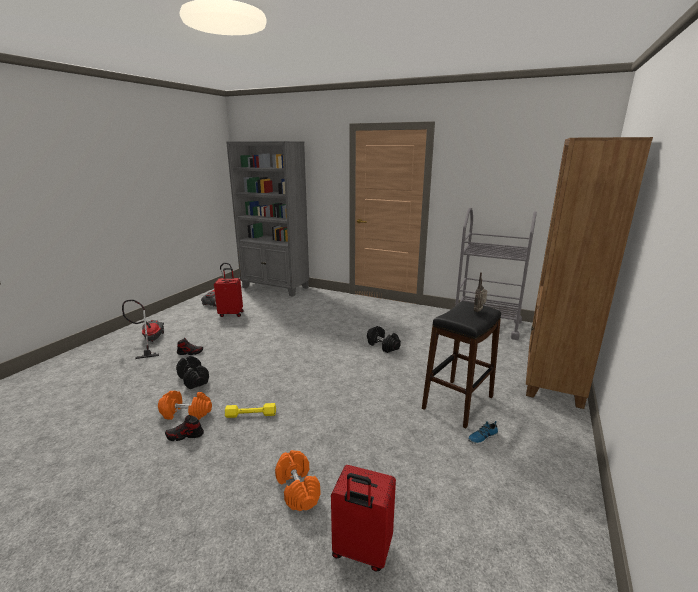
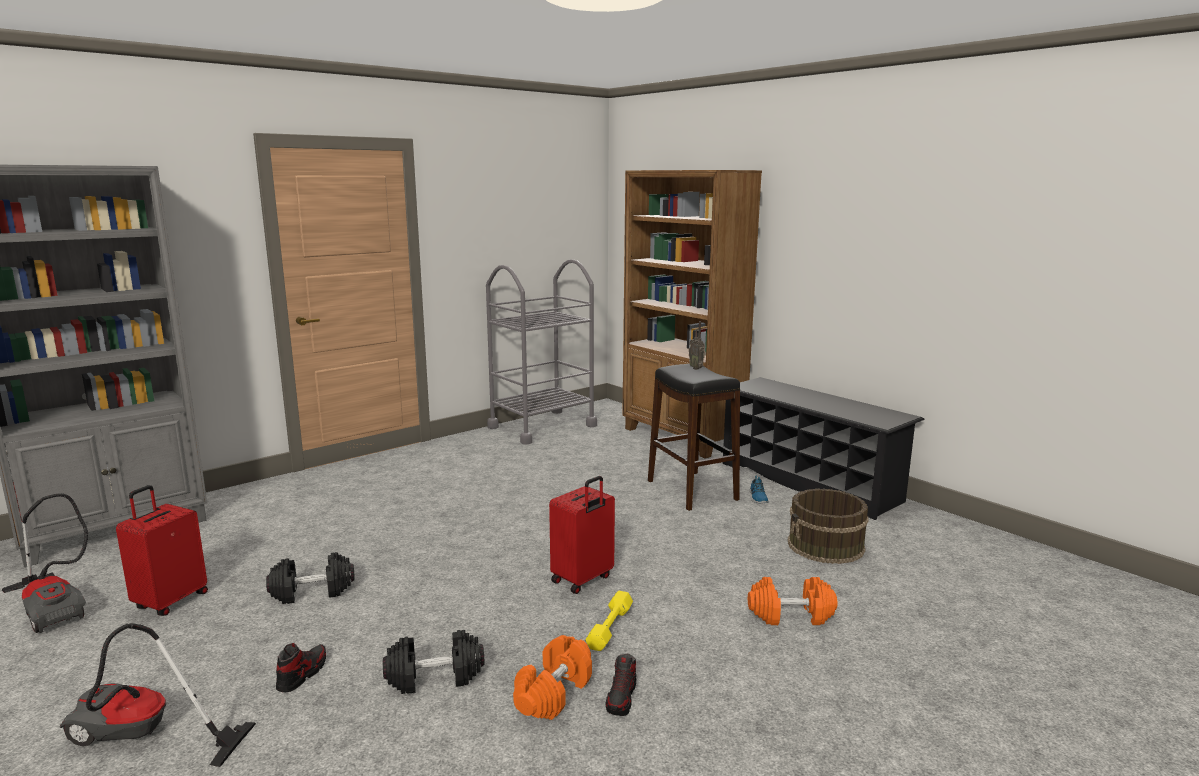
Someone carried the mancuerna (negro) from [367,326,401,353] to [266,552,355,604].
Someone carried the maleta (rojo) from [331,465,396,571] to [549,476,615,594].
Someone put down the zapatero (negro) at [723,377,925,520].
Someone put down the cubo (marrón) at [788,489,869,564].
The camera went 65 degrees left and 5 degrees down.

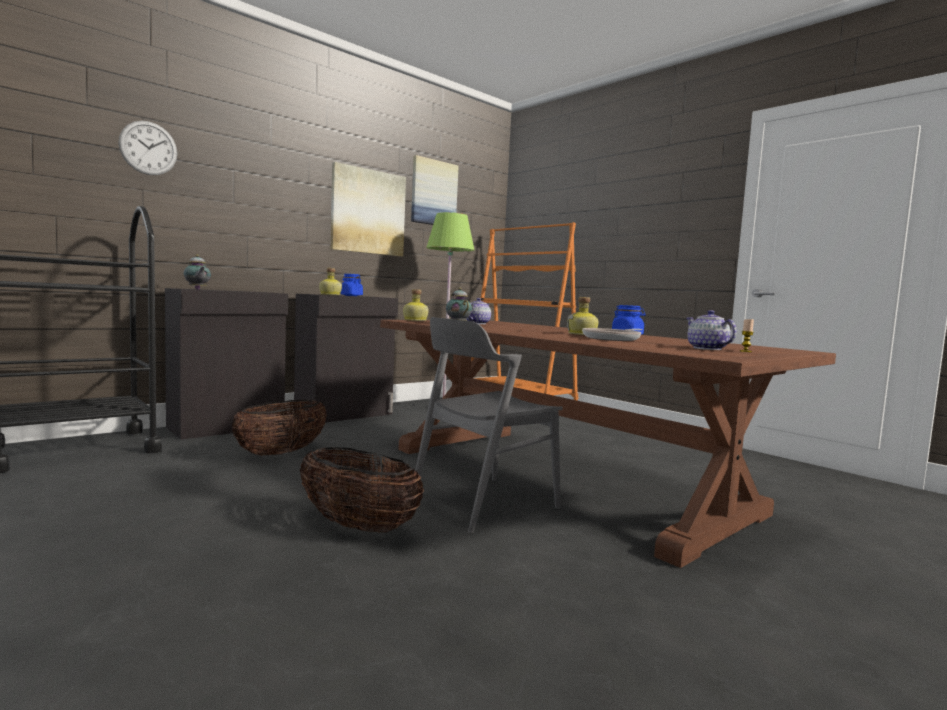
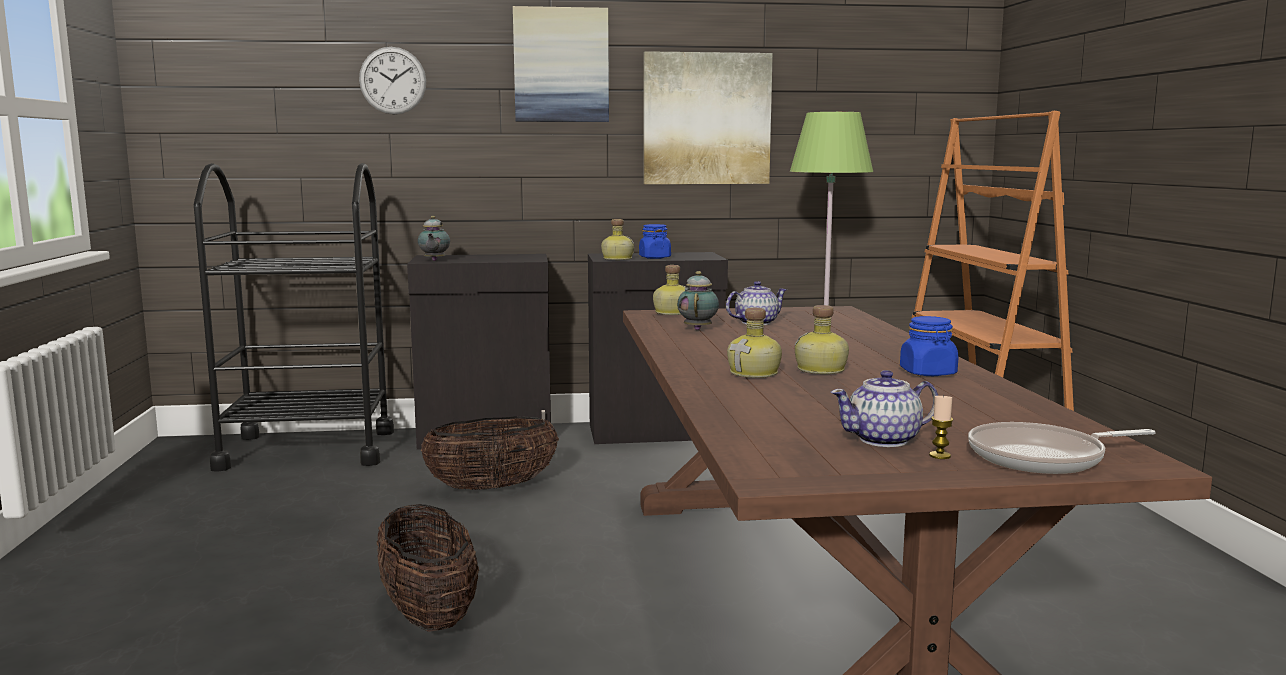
Someone carried the cuadro from [411,155,459,225] to [513,6,609,122].
Someone put down the botella at [727,308,782,378].
Someone rotated the tetera at [686,310,737,350] by 120 degrees counterclockwise.
Someone carried the sartén from [582,328,643,341] to [968,422,1156,474].
Someone took away the silla (gris) at [415,317,563,533].
The camera went 35 degrees right and 5 degrees up.

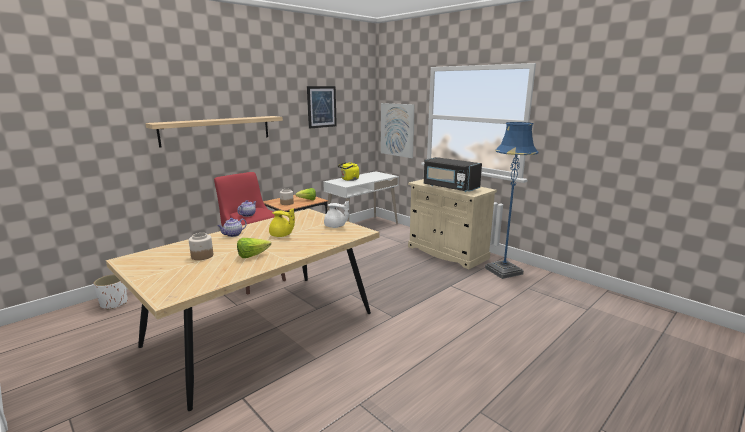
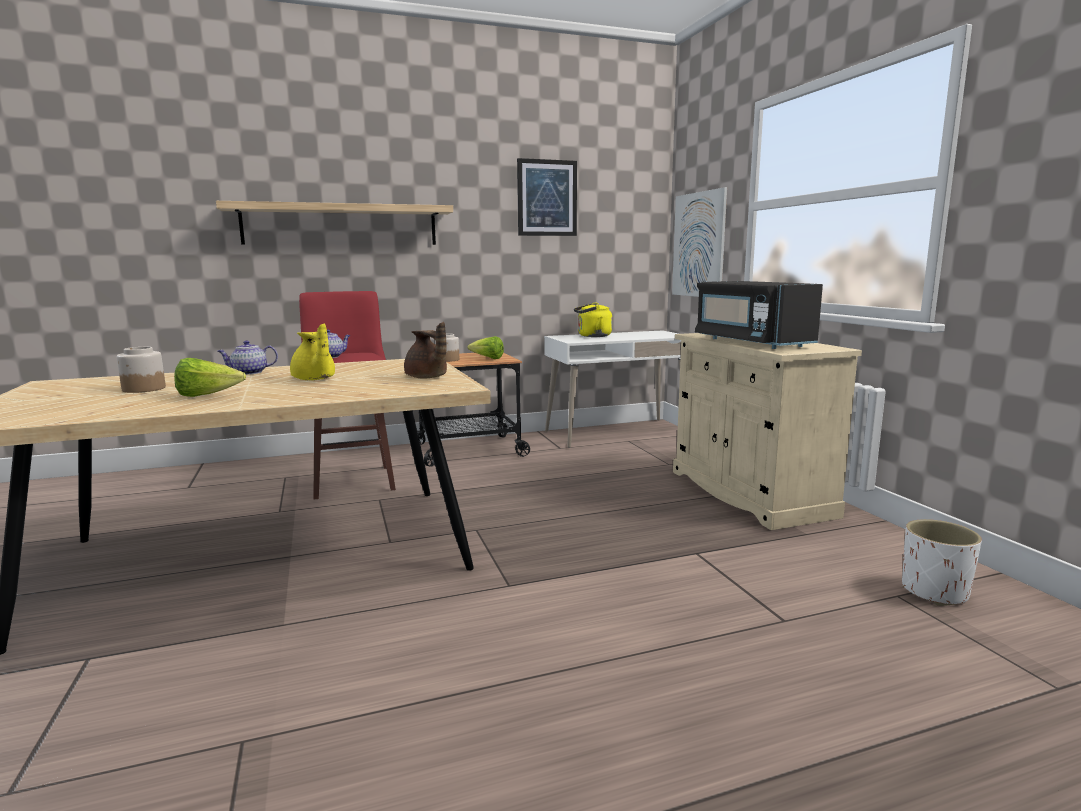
Someone repainted the tetera (blanco) at [324,201,349,228], which became the tetera (marrón) at [404,322,447,378].
Someone carried the maceta (blanco) from [94,274,128,310] to [902,519,982,606].
Someone took away the lámpara de pie (azul) at [485,122,539,279].
The camera went 25 degrees right and 5 degrees down.

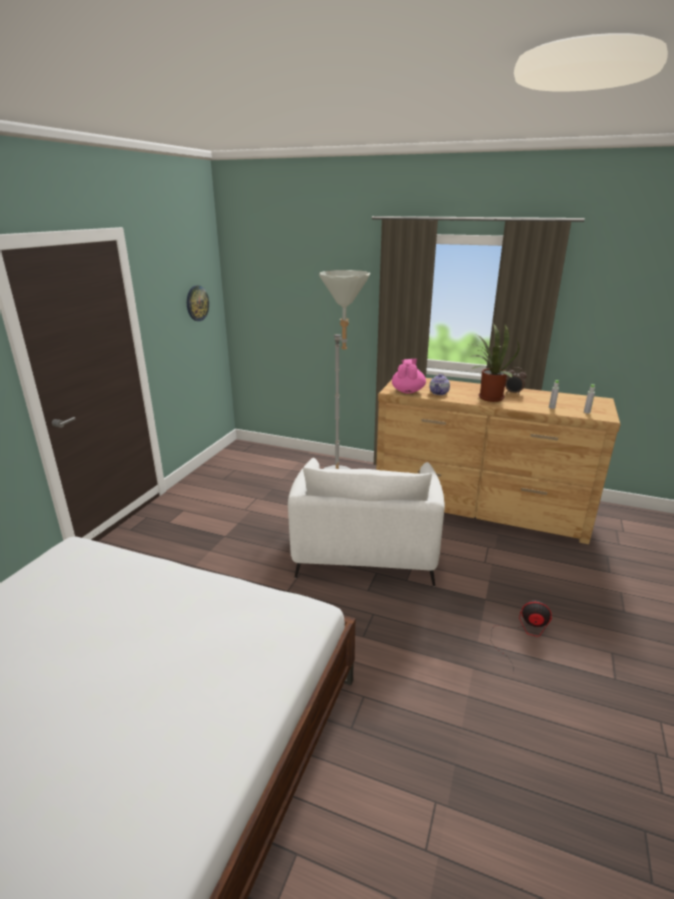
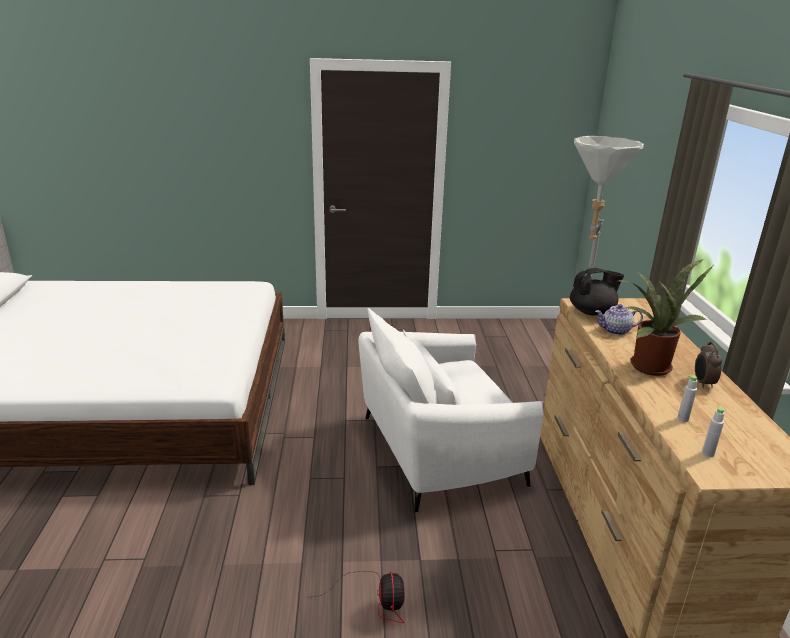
Someone repainted the tetera (rosa) at [392,359,426,393], which became the tetera (negro) at [570,268,624,316].
Someone took away the reloj de pared at [187,285,209,321].
The camera went 65 degrees right and 0 degrees up.

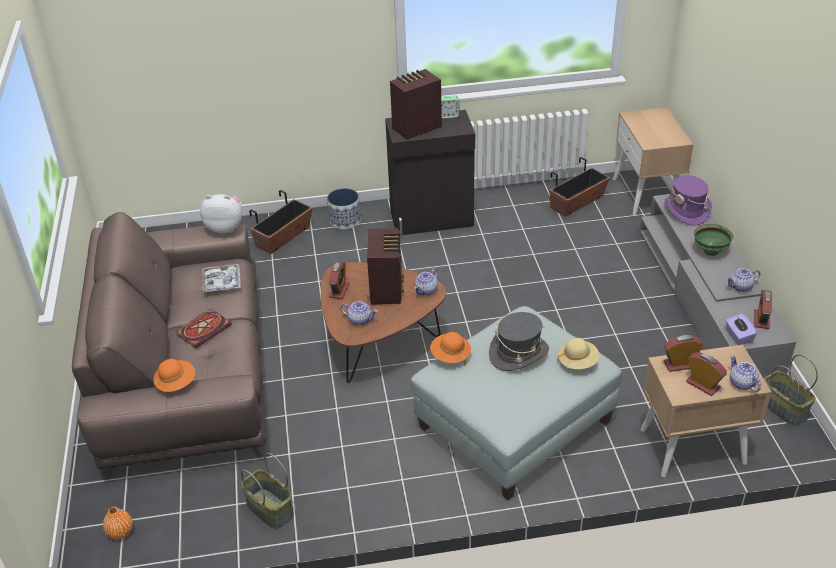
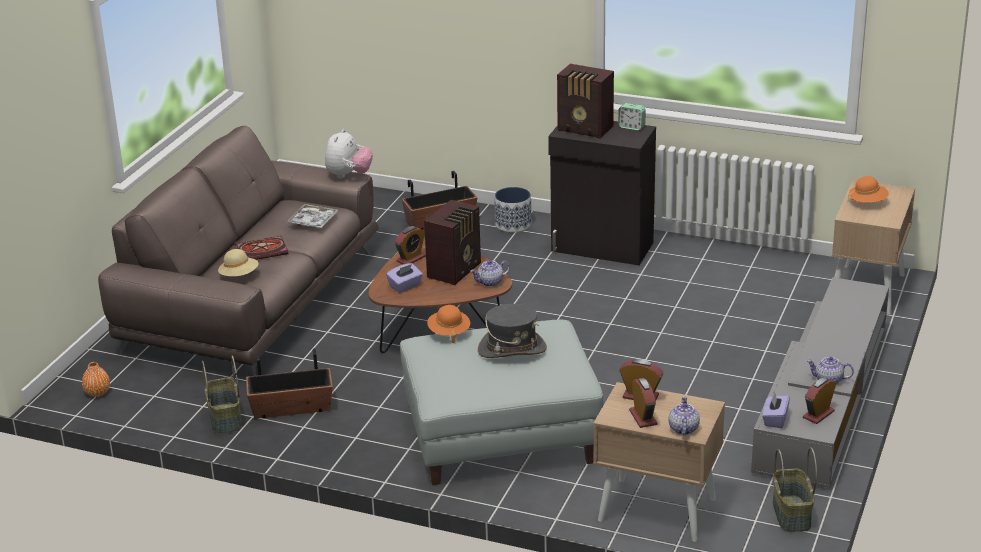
Someone carried the sombrero (beis) from [557,338,599,369] to [218,249,258,276].
Someone carried the maceta from [549,157,610,217] to [246,349,333,419].
Someone rotated the peluche at [200,194,242,233] by 75 degrees clockwise.
Someone swapped the tetera at [340,301,378,326] for the caja de pañuelos (morado) at [386,263,423,293].
Someone rotated the radio at [390,69,442,140] by 150 degrees counterclockwise.
Someone carried the sombrero (naranja) from [153,359,195,392] to [848,176,889,203].
Someone took away the sombrero (morado) at [665,175,712,226].
Someone took away the cuenco (verde) at [694,224,733,256].
The camera went 30 degrees right and 10 degrees down.

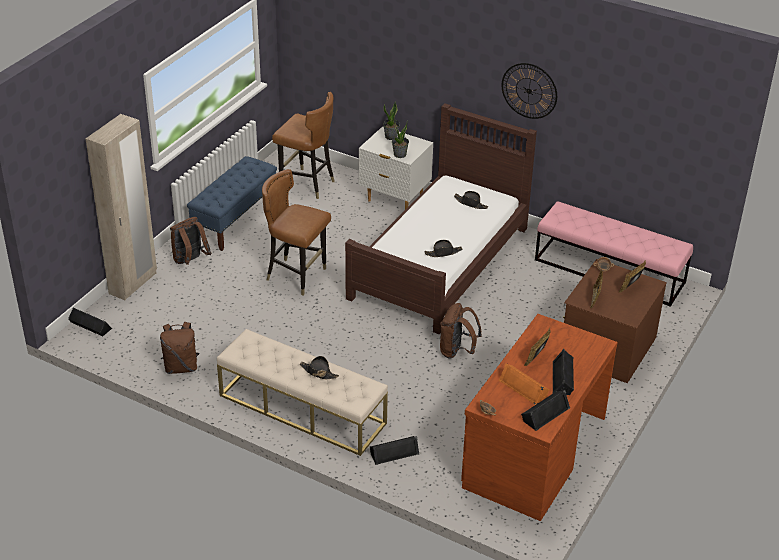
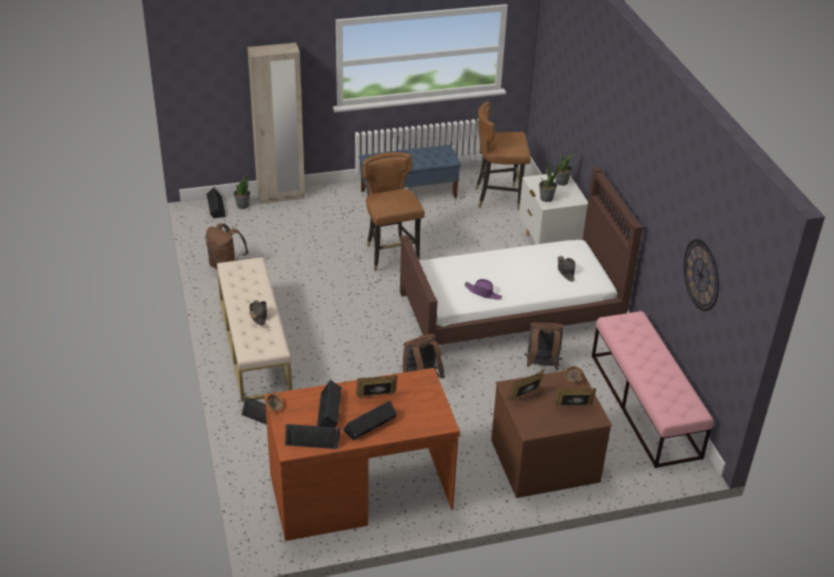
Someone put down the planta en maceta at [233,174,250,209].
Someone repainted the altavoz (naranja) at [499,363,550,405], which became the altavoz (negro) at [317,379,342,427].
Someone repainted the sombrero (negro) at [425,240,462,257], which became the sombrero (morado) at [465,279,502,299].
Someone rotated the silla (marrón) at [272,92,335,199] by 105 degrees clockwise.
Someone carried the mochila (marrón) from [170,217,211,265] to [524,323,564,370].
Someone carried the reloj de pared from [502,63,557,119] to [684,239,719,311].
The camera went 45 degrees right and 0 degrees up.

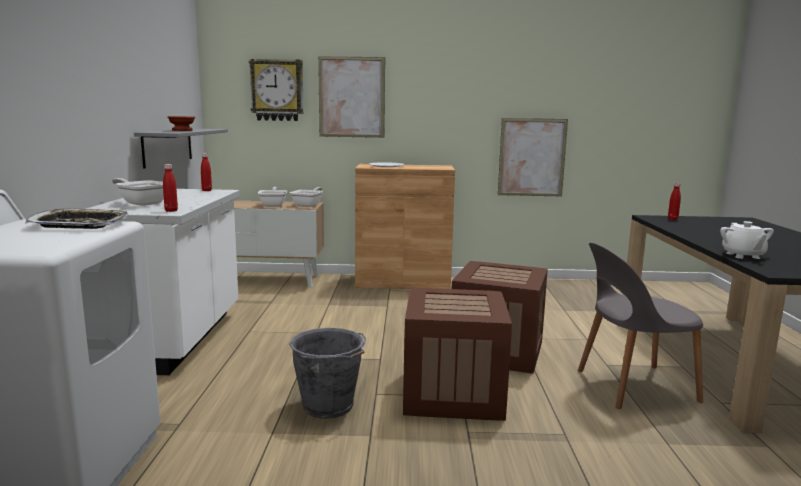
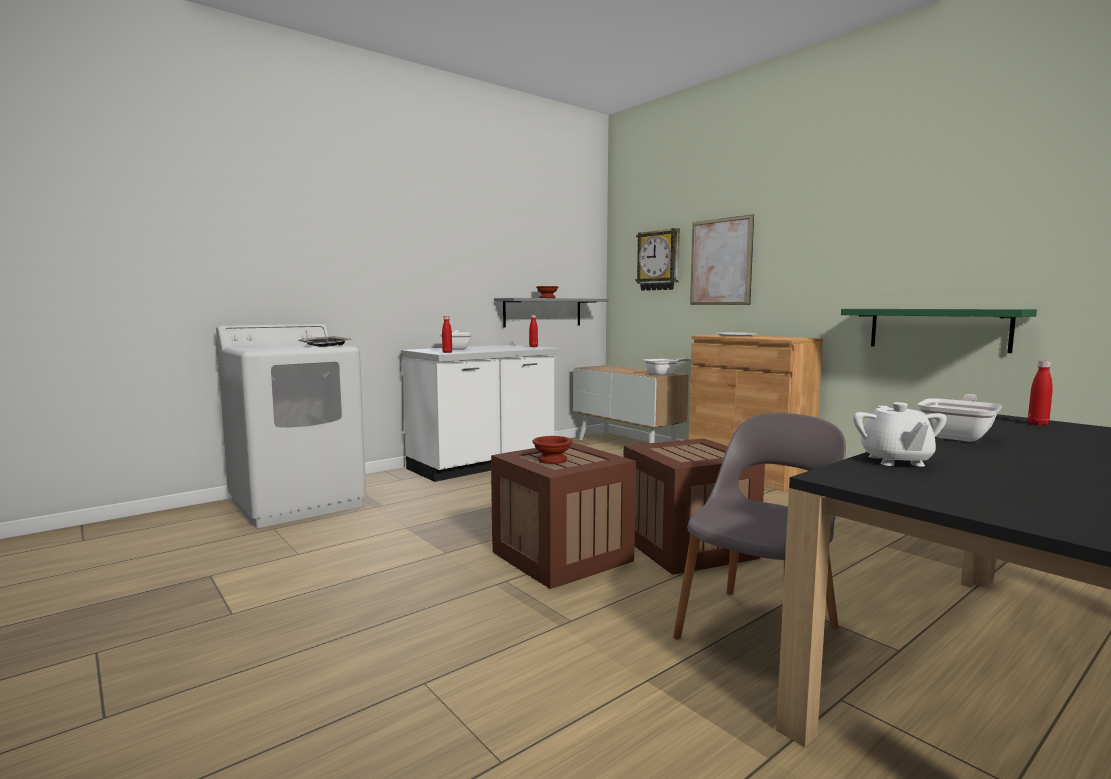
Someone put down the cuenco (marrón) at [532,436,572,464].
Someone rotated the silla (gris) at [578,243,703,409] by 90 degrees clockwise.
Someone swapped the cuadro at [498,118,568,196] for the estante (verde) at [841,309,1037,353].
Someone rotated the tetera (blanco) at [720,221,774,259] by 45 degrees counterclockwise.
Someone carried the sartén from [258,187,287,207] to [918,394,1002,442].
Someone took away the cubo (gris) at [289,328,366,419].
The camera went 50 degrees right and 5 degrees down.

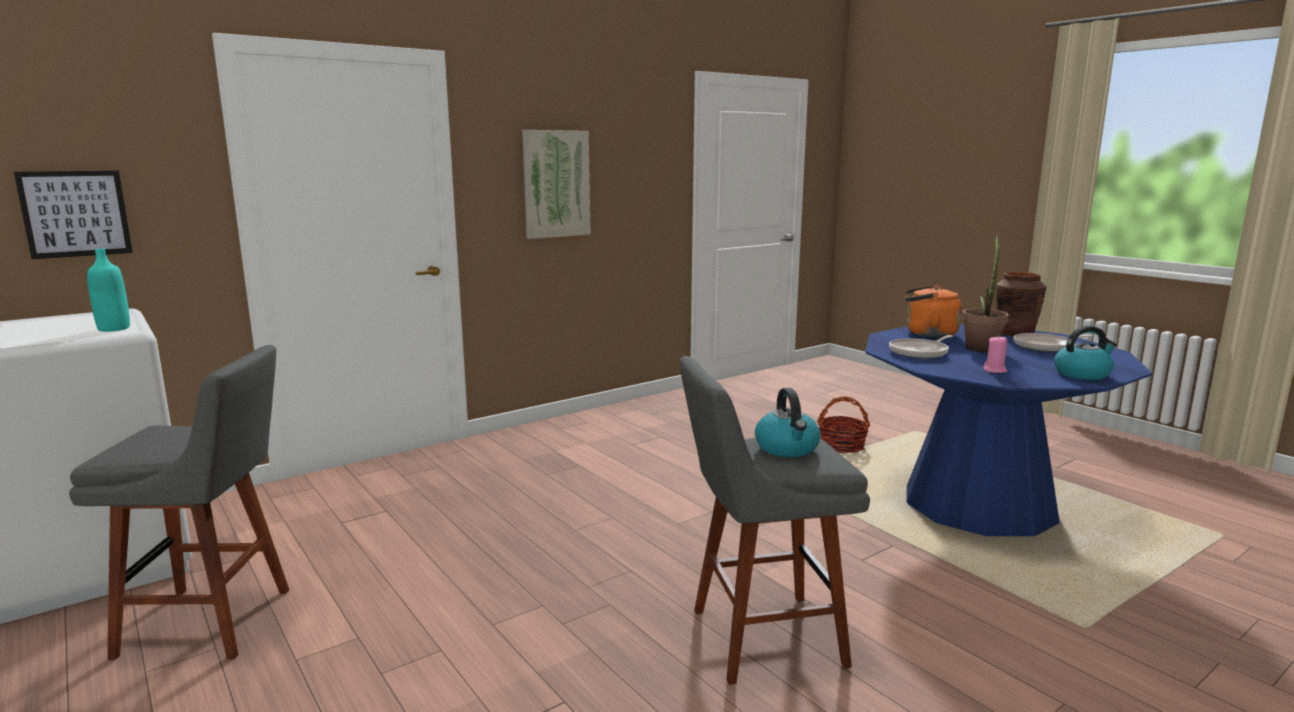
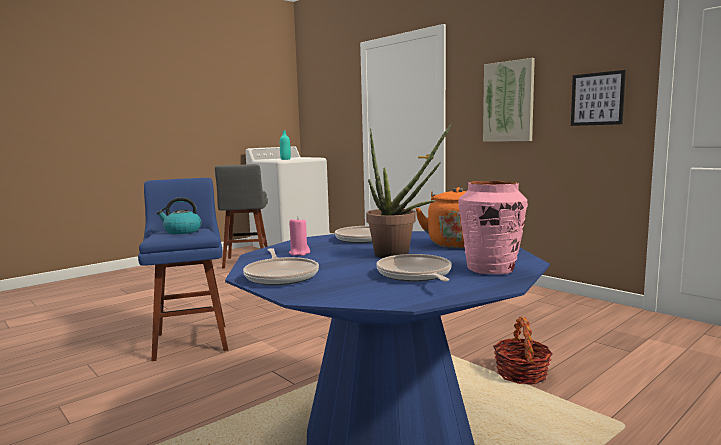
Someone repainted the taburete (gris) at [679,356,870,685], which became the taburete (azul) at [138,178,228,361].
Someone swapped the hervidor at [1054,326,1117,380] for the sartén at [243,248,319,285].
Someone repainted the florero (marrón) at [996,272,1047,336], which became the florero (rosa) at [458,181,528,274].
Someone carried the cuadro from [14,171,133,259] to [571,70,626,126].
The camera went 85 degrees right and 5 degrees down.

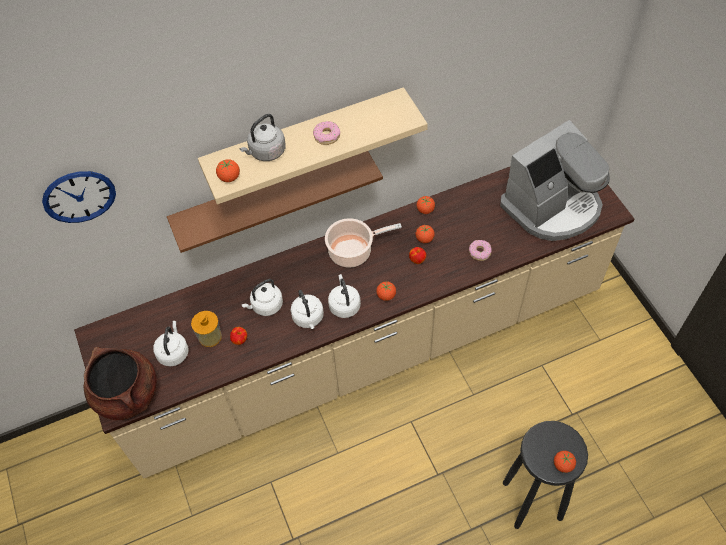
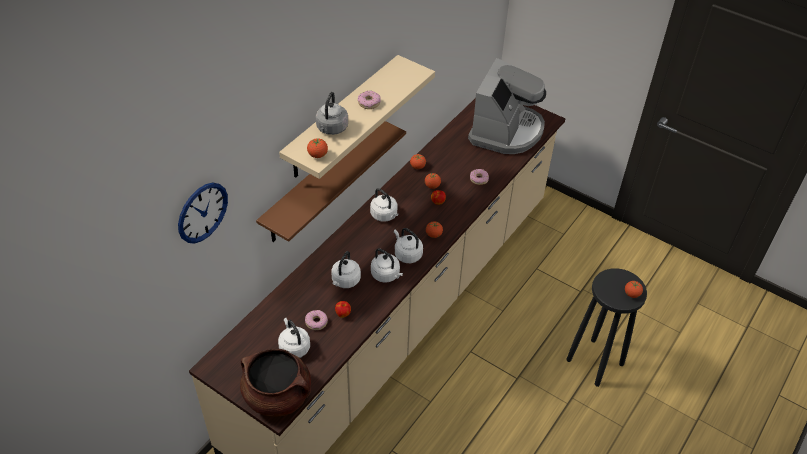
Someone swapped the dispensador de jabón at [191,311,222,347] for the rosquilla at [305,310,328,330].
Someone swapped the olla at [325,218,402,268] for the hervidor (blanco) at [370,188,398,222].
The camera went 35 degrees left and 10 degrees down.

